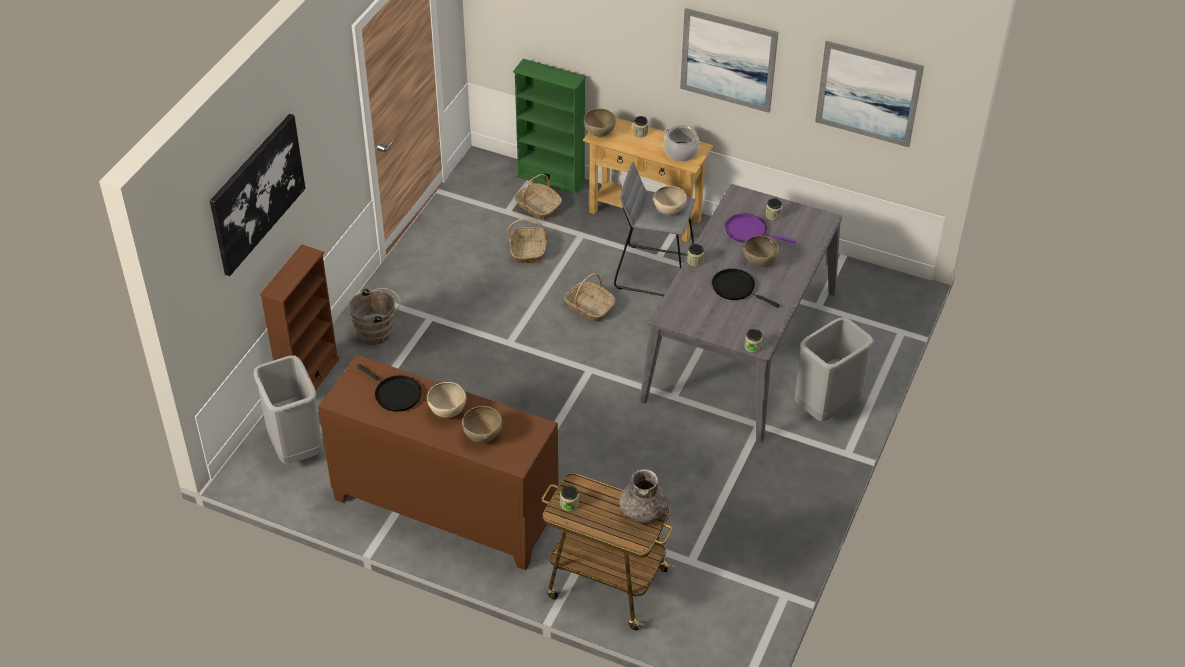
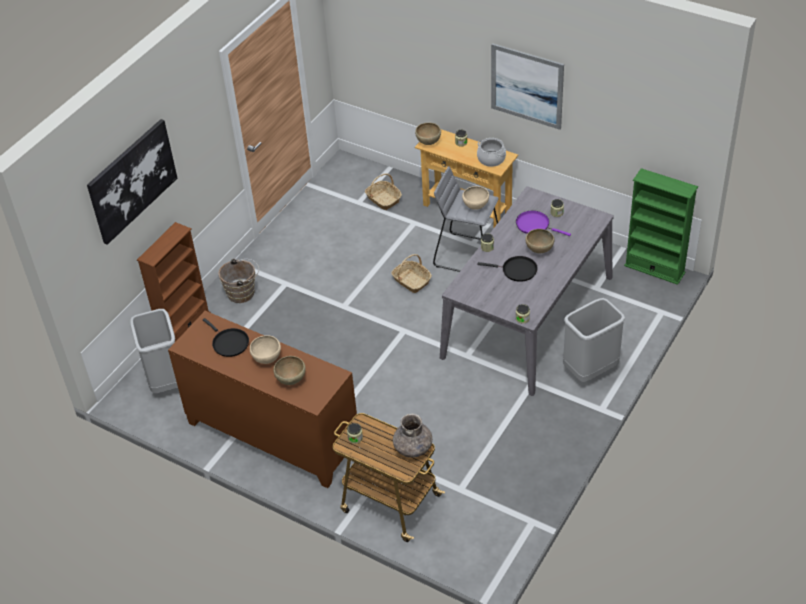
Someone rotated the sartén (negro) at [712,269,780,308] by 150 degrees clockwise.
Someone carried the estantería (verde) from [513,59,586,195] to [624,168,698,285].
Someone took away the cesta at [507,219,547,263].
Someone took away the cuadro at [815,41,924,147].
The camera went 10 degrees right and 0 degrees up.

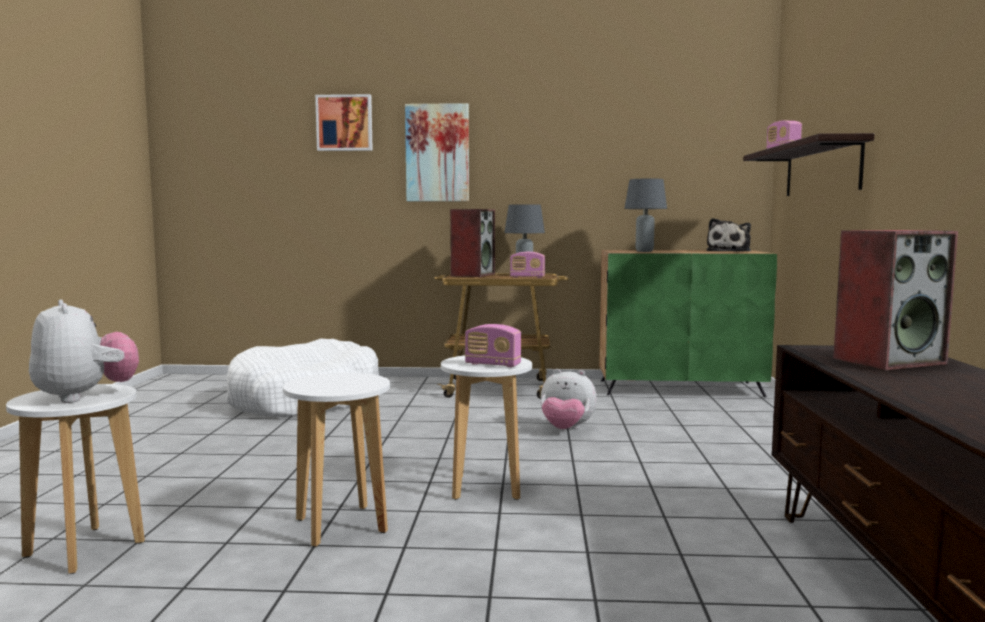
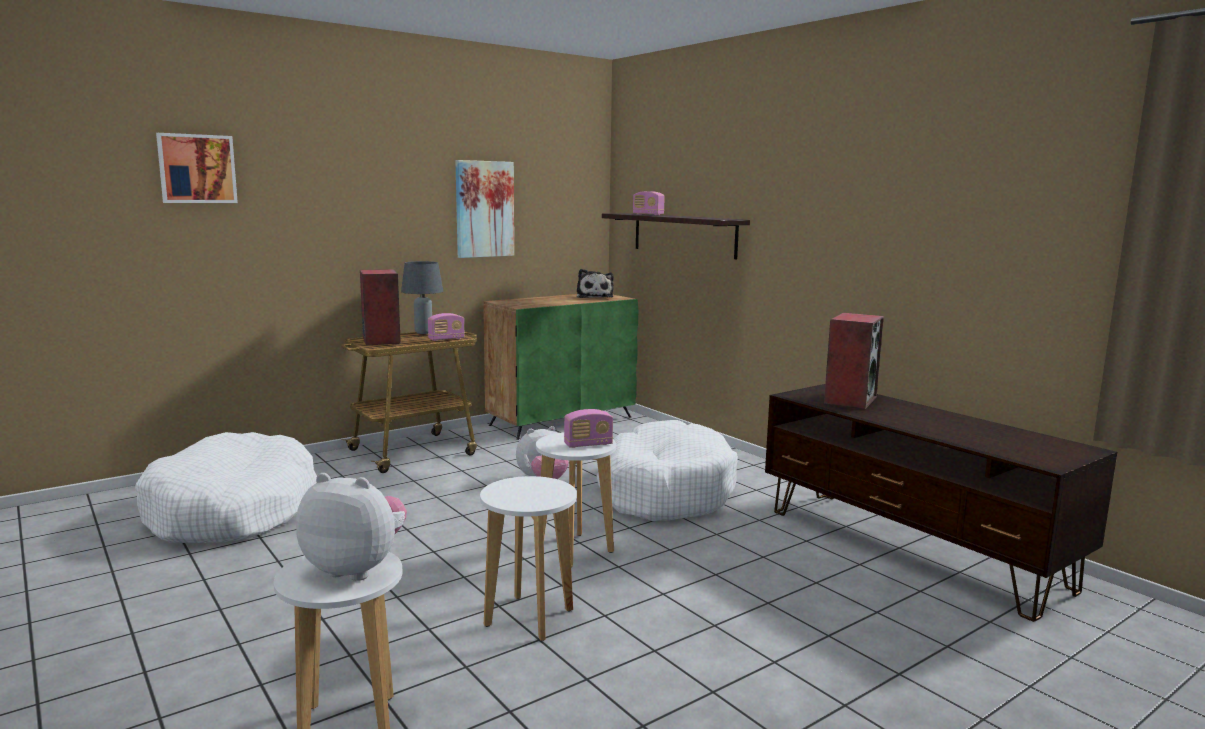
Someone carried the cuadro from [405,103,469,201] to [455,160,514,258].
Someone put down the cama para perro (blanco) at [597,420,738,521].
Someone took away the lámpara de mesa (gris) at [624,178,667,252].
The camera went 40 degrees left and 5 degrees up.

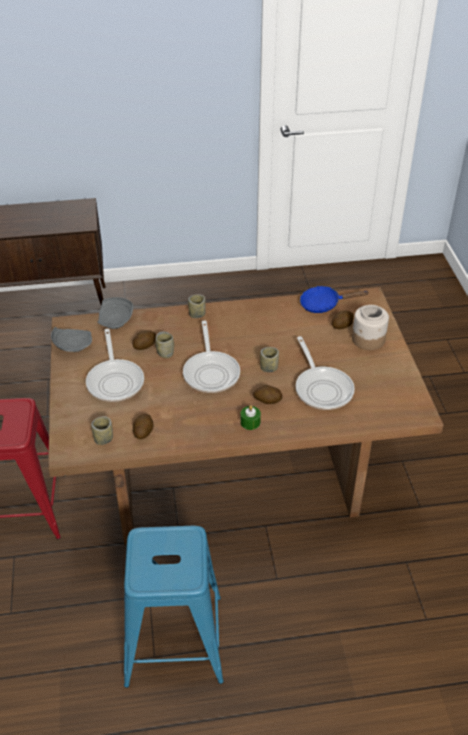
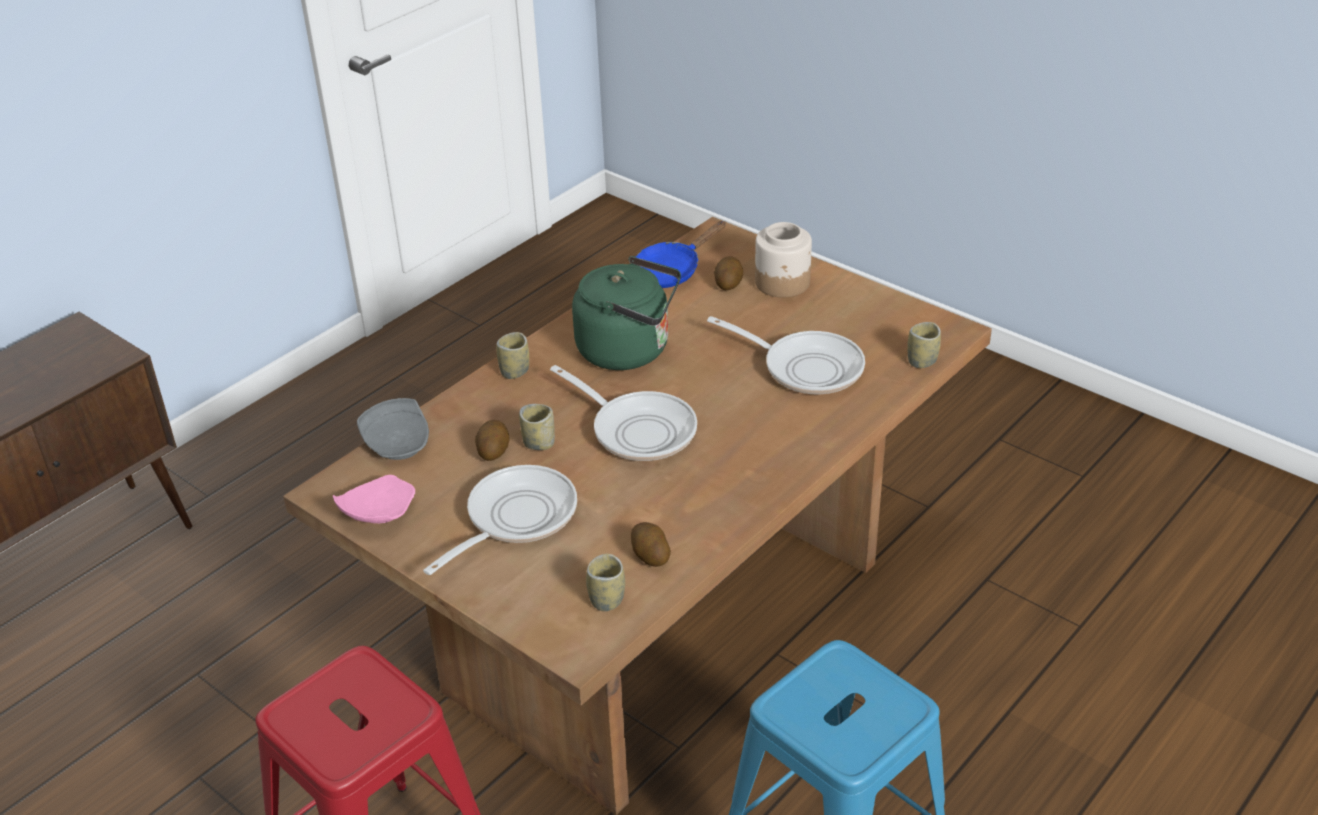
Someone repainted the plato (gris) at [51,327,92,352], which became the plato (rosa) at [333,475,415,523].
Someone rotated the sartén at [86,329,144,402] by 90 degrees counterclockwise.
Someone put down the hervidor (verde) at [572,256,681,370].
Someone carried the taza from [260,347,279,372] to [908,322,941,368].
Someone took away the vela (verde) at [240,405,261,430].
Someone took away the patata at [253,385,282,404].
The camera went 40 degrees left and 5 degrees down.

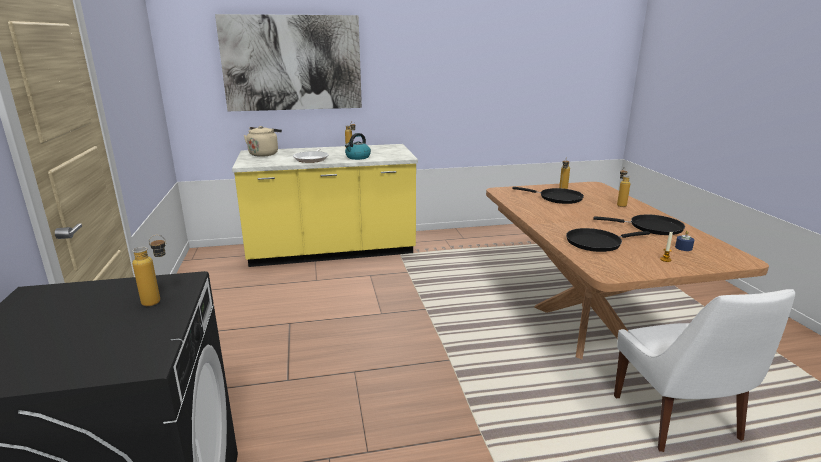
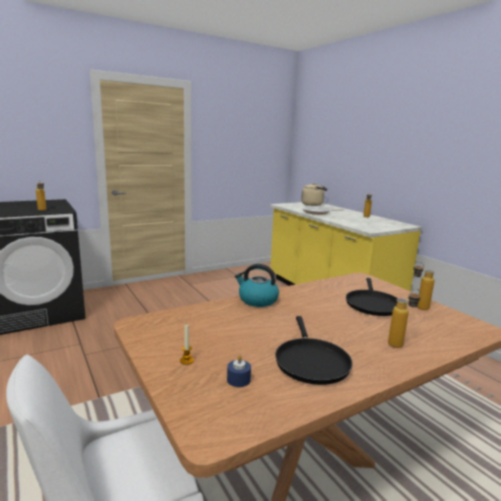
Someone carried the hervidor from [345,133,371,160] to [235,264,279,307].
Someone took away the cuadro at [215,14,362,111].
Someone took away the sartén (negro) at [566,228,650,252].
The camera went 70 degrees right and 5 degrees down.

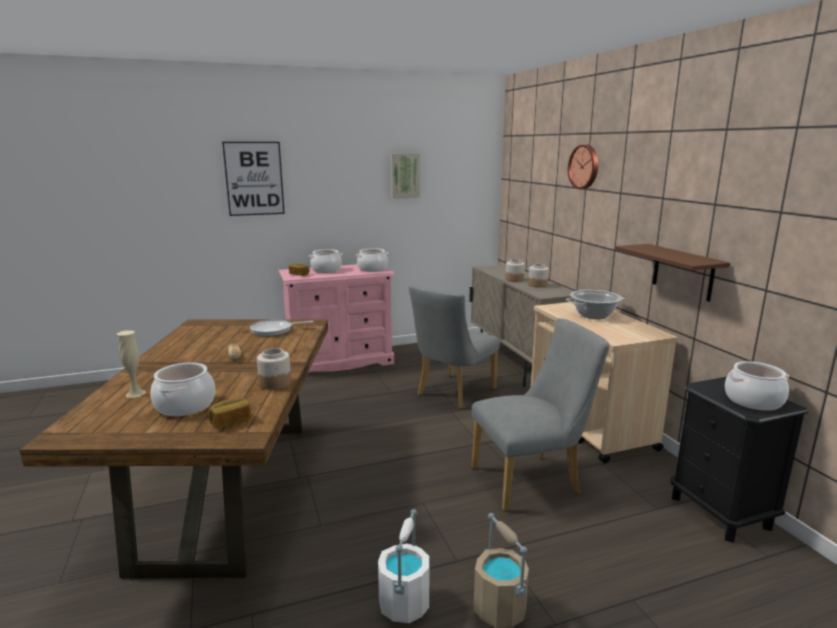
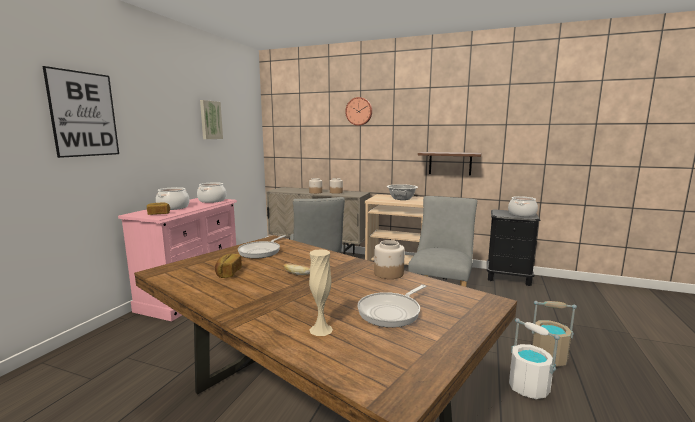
Someone carried the pan from [208,398,251,428] to [215,254,242,278].
Someone swapped the olla at [150,363,216,416] for the sartén at [357,285,426,328].
The camera went 50 degrees left and 5 degrees down.

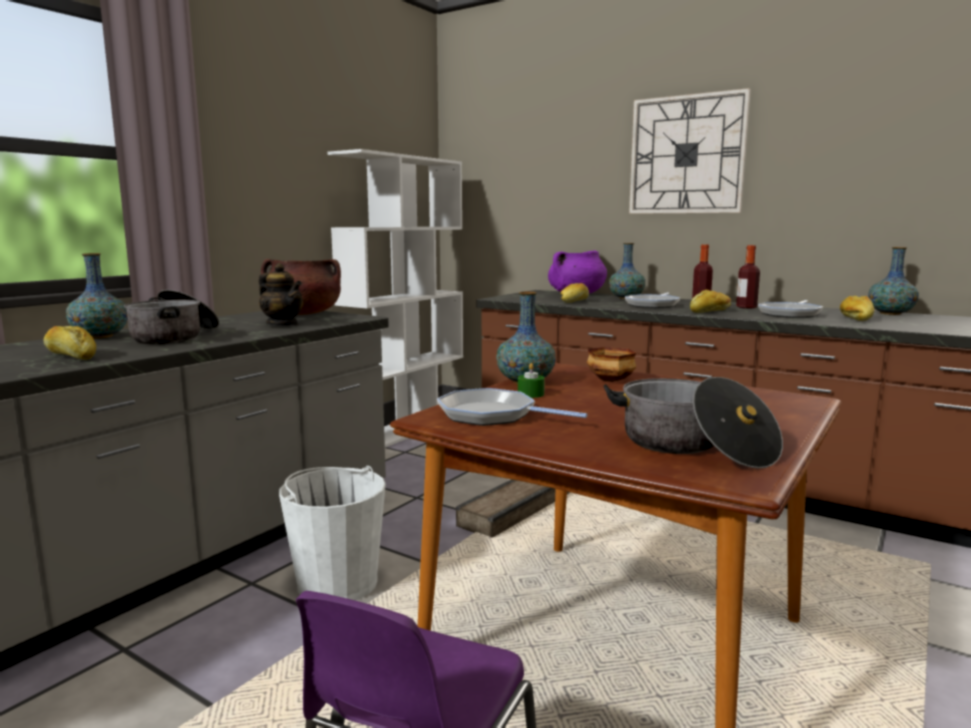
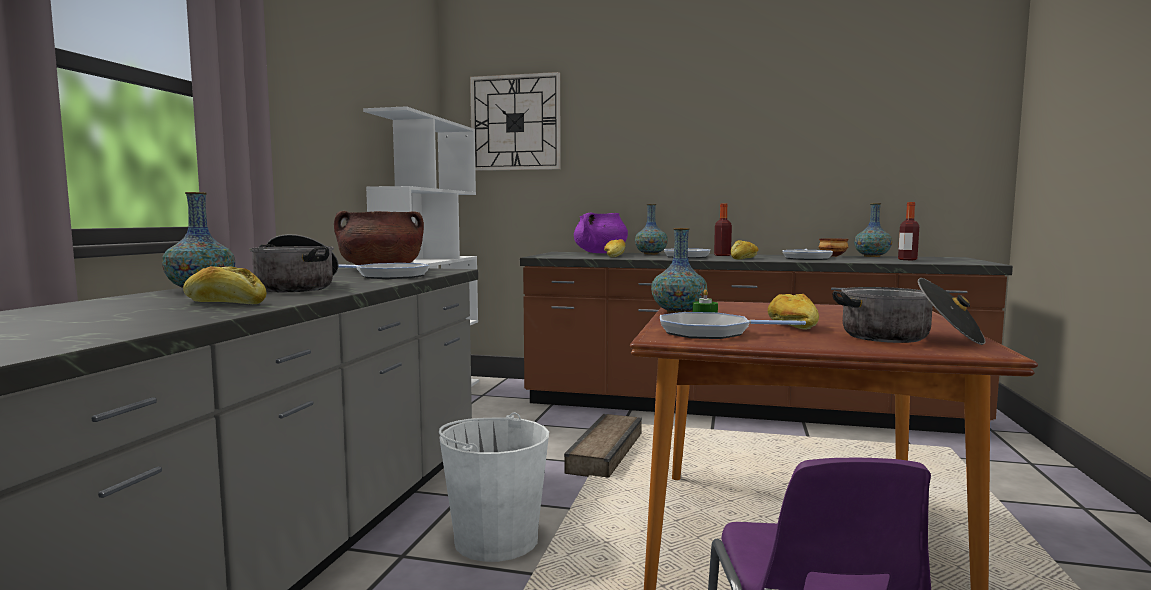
Someone swapped the tetera at [259,263,303,326] for the sartén at [339,263,429,279].
Someone carried the reloj de pared from [629,88,751,214] to [470,72,561,171].
Someone carried the pan from [840,296,874,321] to [768,294,819,330].
Someone carried the cuenco from [587,347,636,382] to [819,238,848,257].
Someone carried the botella from [736,245,760,308] to [898,202,919,260].
The camera went 20 degrees left and 5 degrees down.

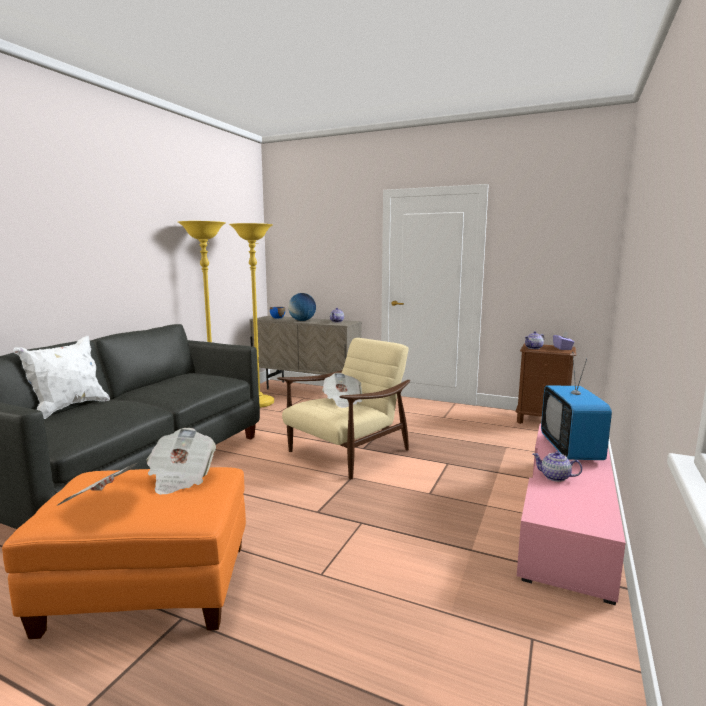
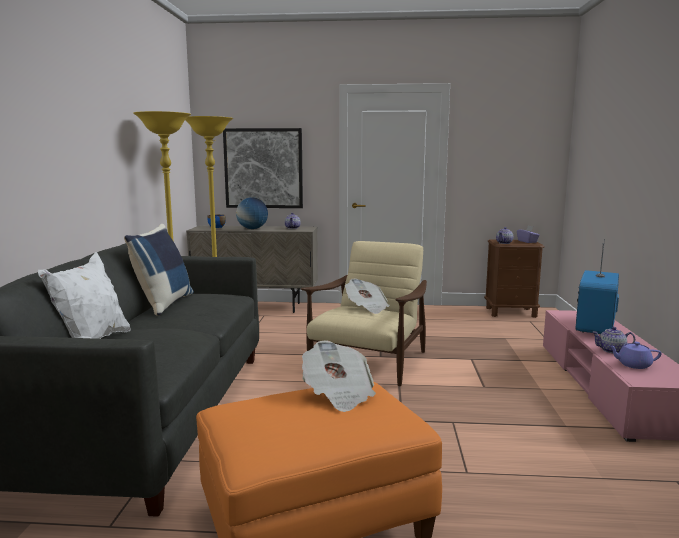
Someone put down the cojín (azul) at [124,224,194,316].
Someone put up the cuadro at [223,128,303,208].
Someone rotated the televisor at [541,352,612,460] by 45 degrees clockwise.
Someone put down the tetera (morado) at [608,342,662,369].
Someone took away the periódico at [57,463,137,506].
The camera went 20 degrees left and 0 degrees up.

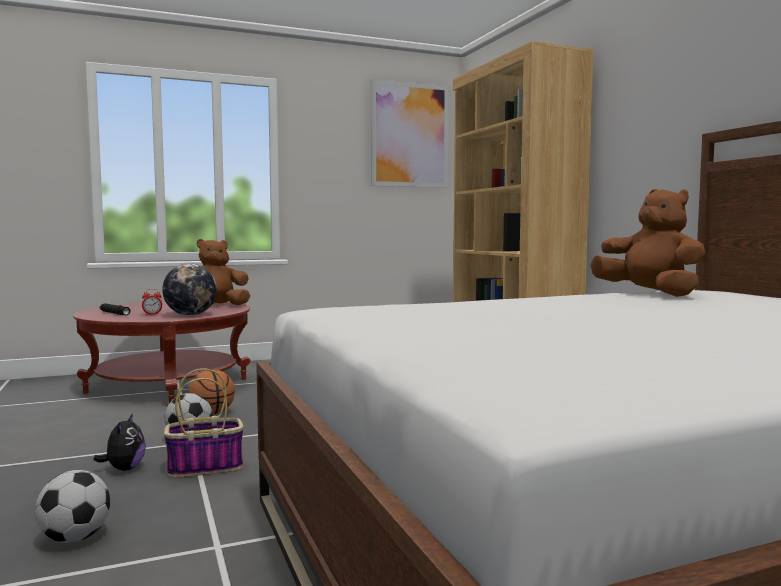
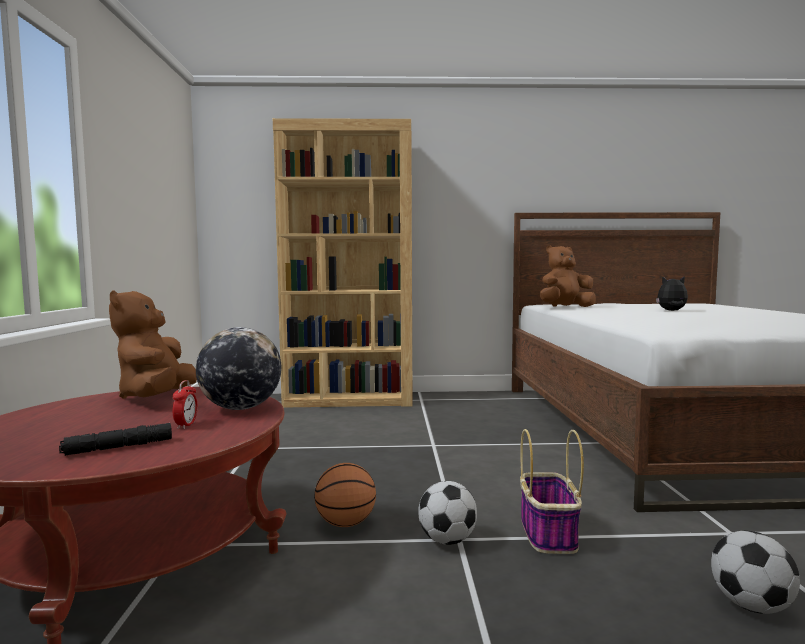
Someone carried the peluche from [93,413,146,471] to [656,276,688,311].
Someone took away the cuadro at [371,79,449,188].
The camera went 70 degrees left and 0 degrees up.

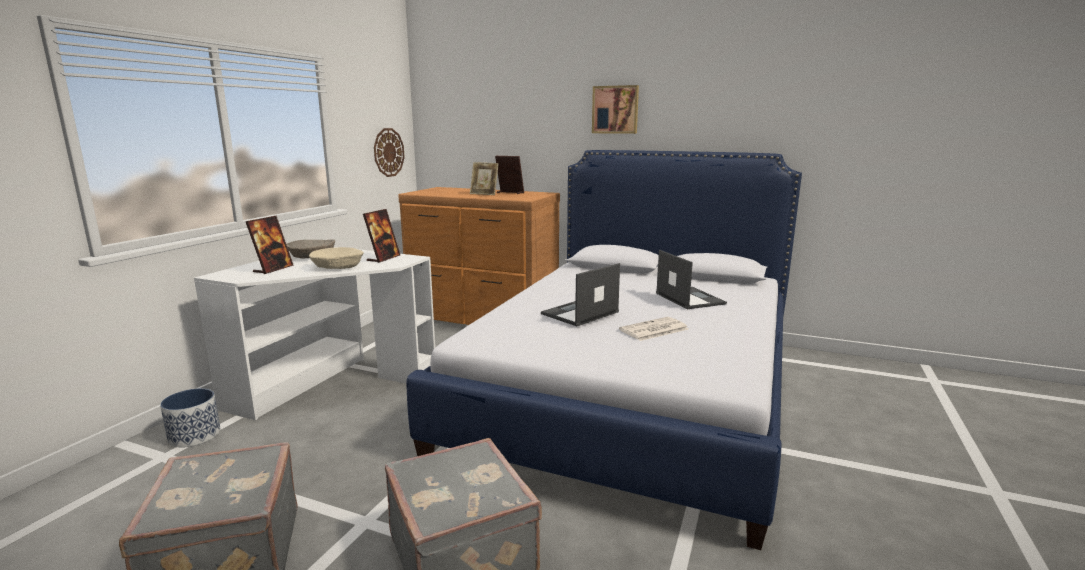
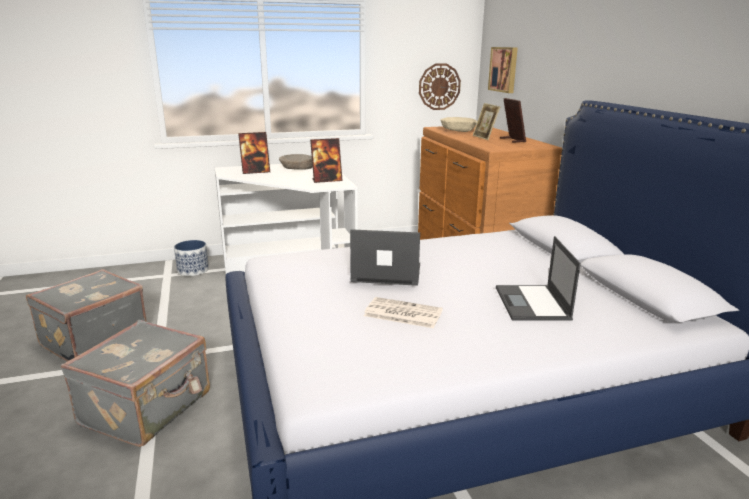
Someone carried the cuenco (beis) from [309,247,364,269] to [440,117,477,132].
Someone carried the cuadro from [592,85,639,134] to [488,47,518,93].
Someone rotated the portátil at [656,250,727,309] by 150 degrees clockwise.
The camera went 50 degrees right and 5 degrees up.

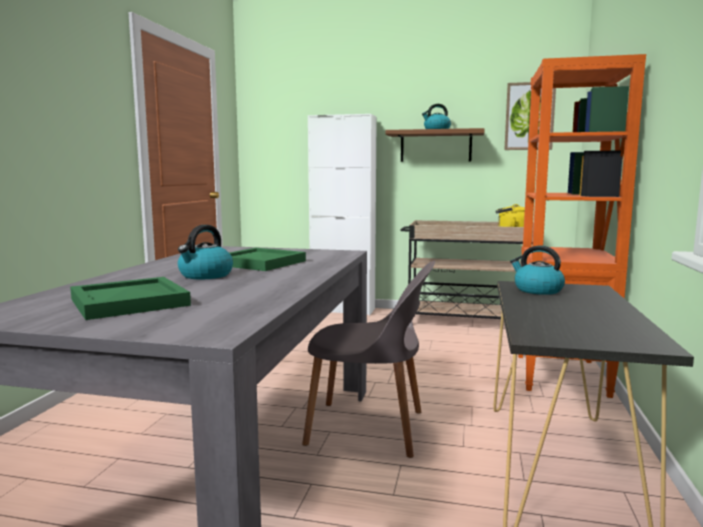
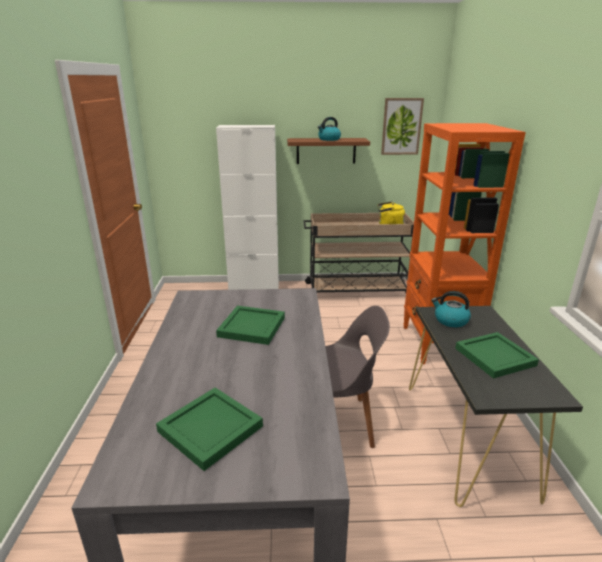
Someone put down the bandeja (verde) at [455,332,539,378].
Someone took away the hervidor at [178,225,233,280].
The camera went 15 degrees left and 15 degrees up.

